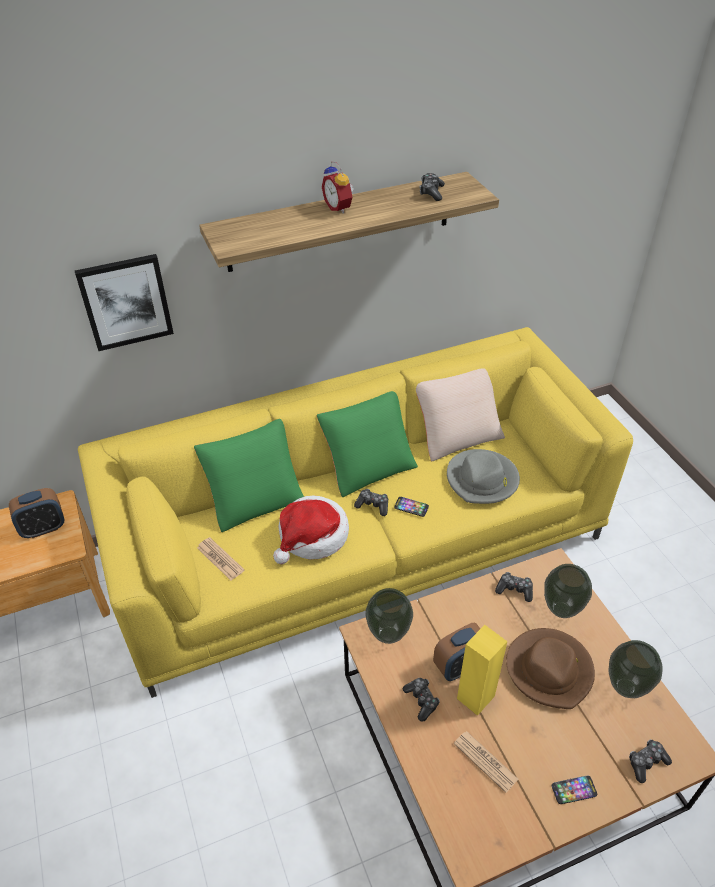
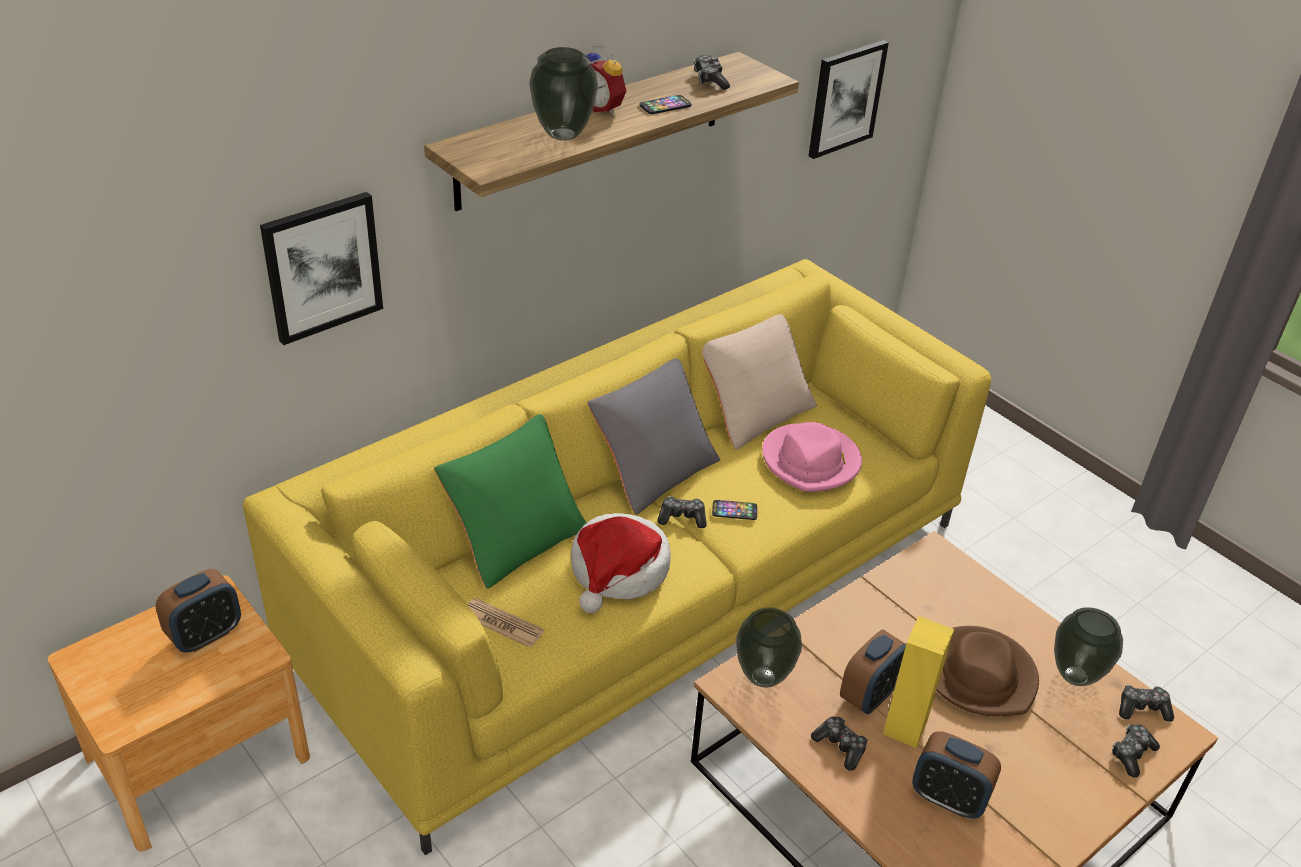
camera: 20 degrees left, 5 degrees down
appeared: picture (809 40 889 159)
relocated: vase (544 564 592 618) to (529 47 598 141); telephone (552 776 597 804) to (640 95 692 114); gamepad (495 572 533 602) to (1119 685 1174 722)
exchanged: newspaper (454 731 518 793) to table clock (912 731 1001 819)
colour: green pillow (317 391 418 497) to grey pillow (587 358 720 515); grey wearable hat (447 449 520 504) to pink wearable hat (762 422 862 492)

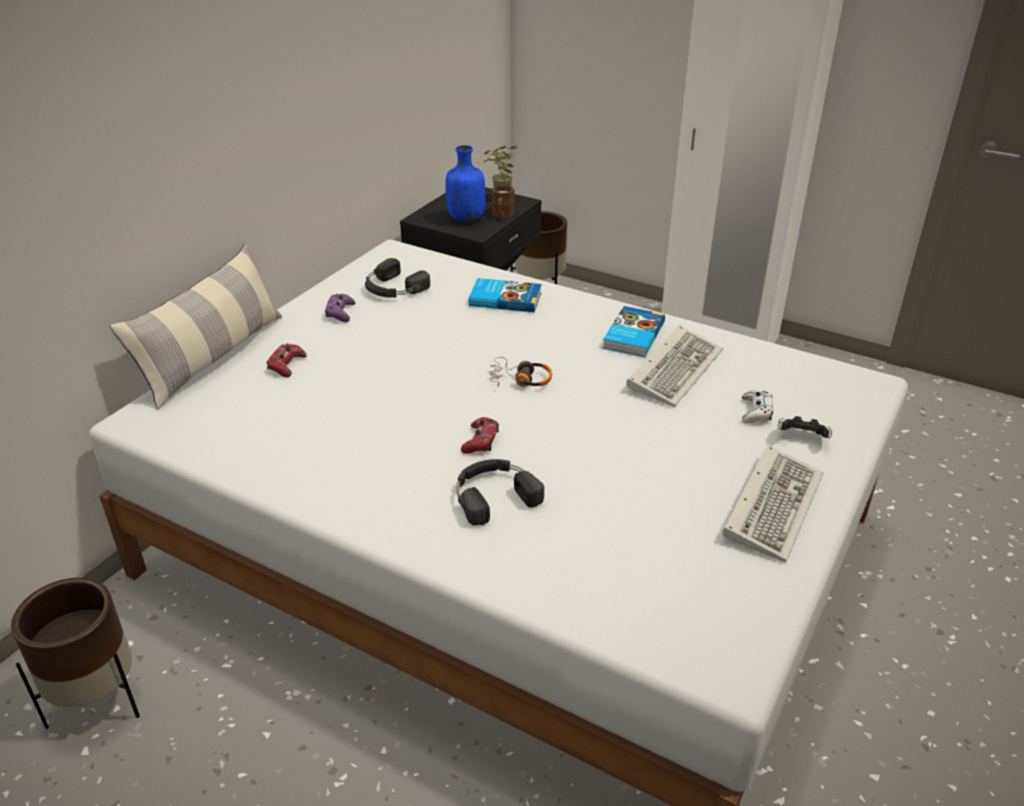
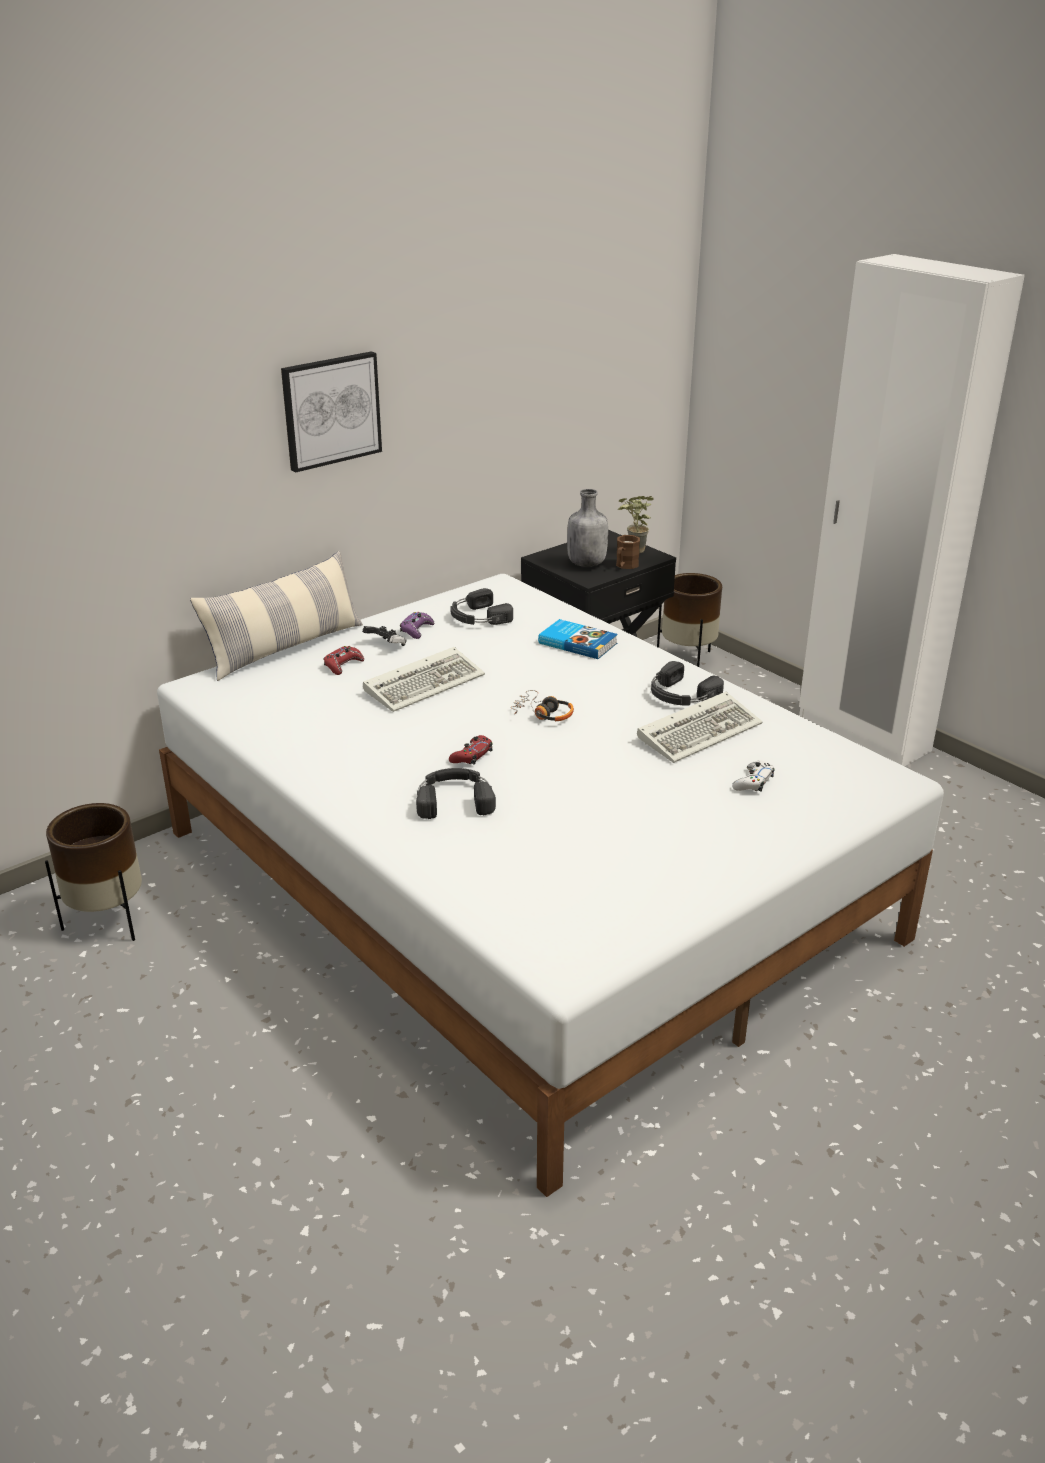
camera: 20 degrees right, 5 degrees down
appeared: picture (281 351 382 473)
relocated: gamepad (778 416 832 438) to (362 626 407 646); computer keyboard (722 444 823 562) to (363 647 485 712)
exchanged: bound book (603 306 665 357) to blackish headset (651 661 724 705)
colour: blue-coloured drink bottle (445 145 485 222) to grey drink bottle (567 489 608 567)

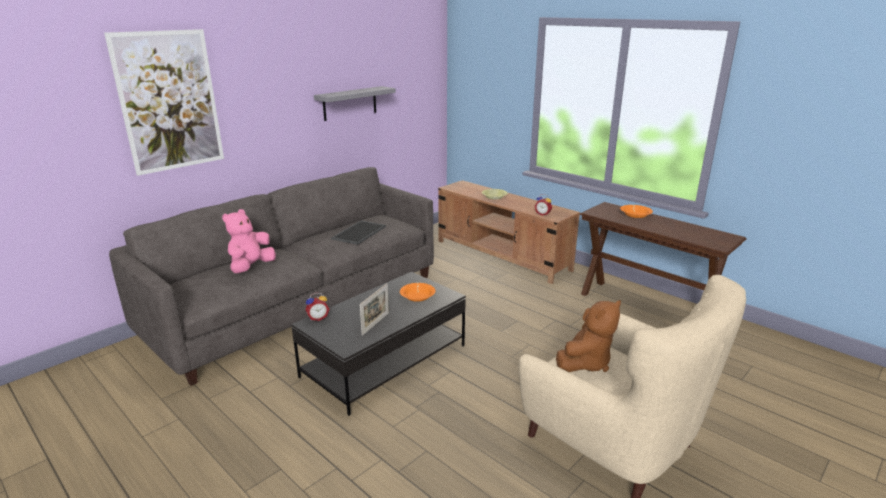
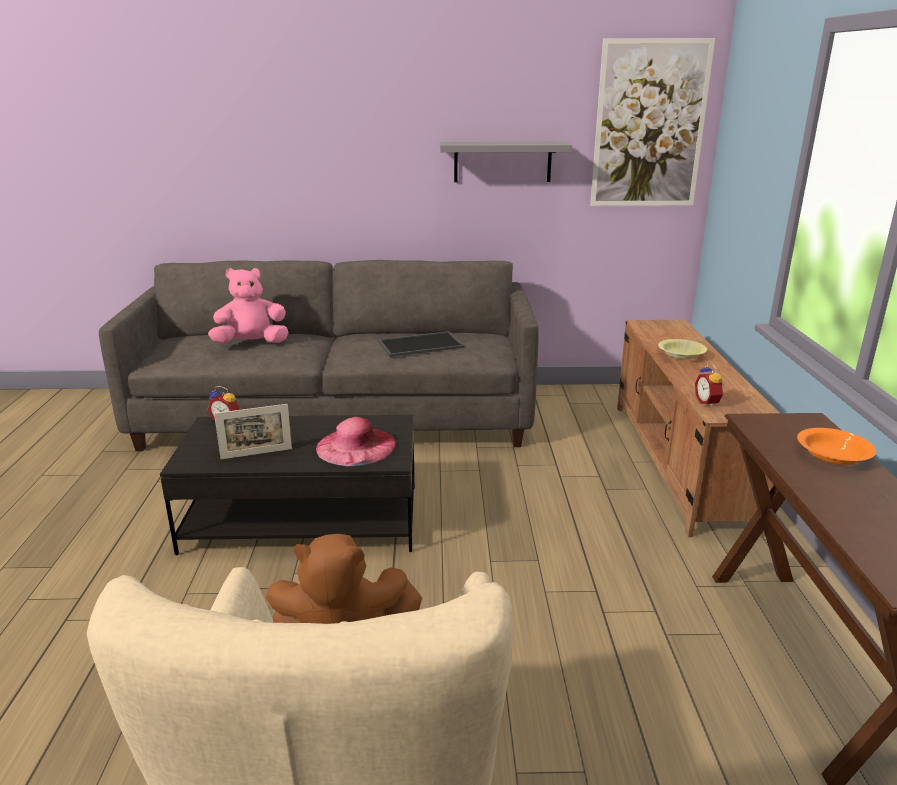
camera: 45 degrees right, 0 degrees up
relocated: picture (104 29 224 176) to (590 38 715 206)
exchanged: orangey bowl (400 283 436 302) to pink wearable hat (316 417 396 466)

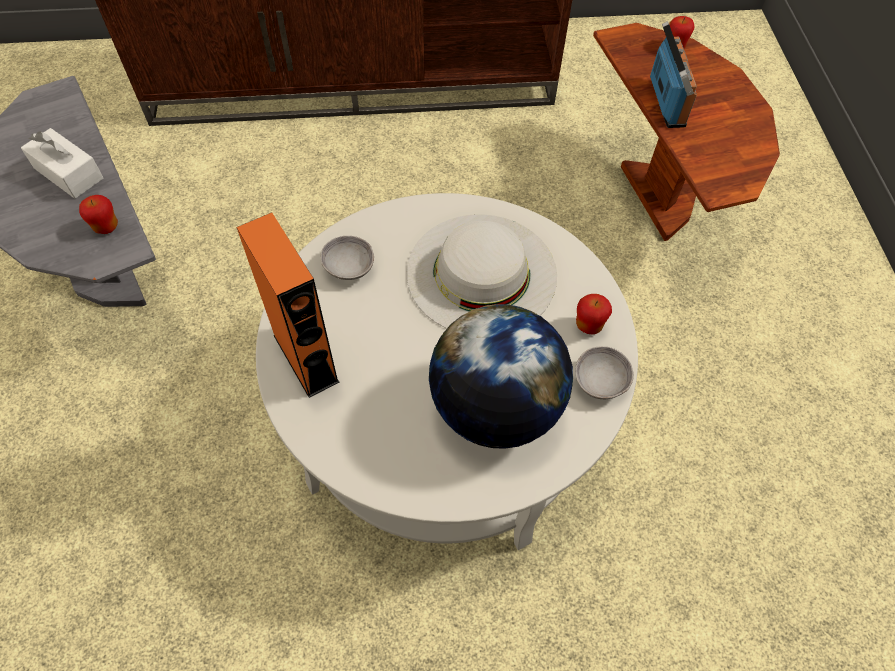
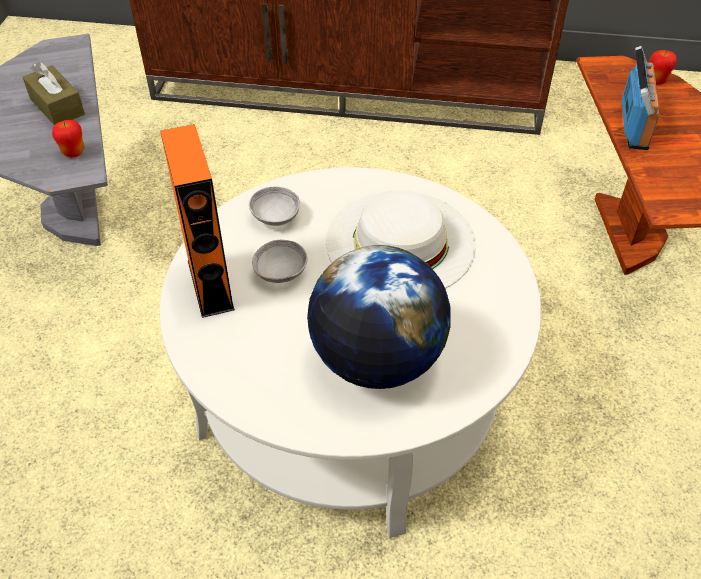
camera: 15 degrees right, 10 degrees down
missing: whole apple (576 294 612 335)
relocated: grey bowl (575 346 634 399) to (252 240 307 283)
colour: white tissue box (21 128 103 199) to brown tissue box (23 62 85 125)

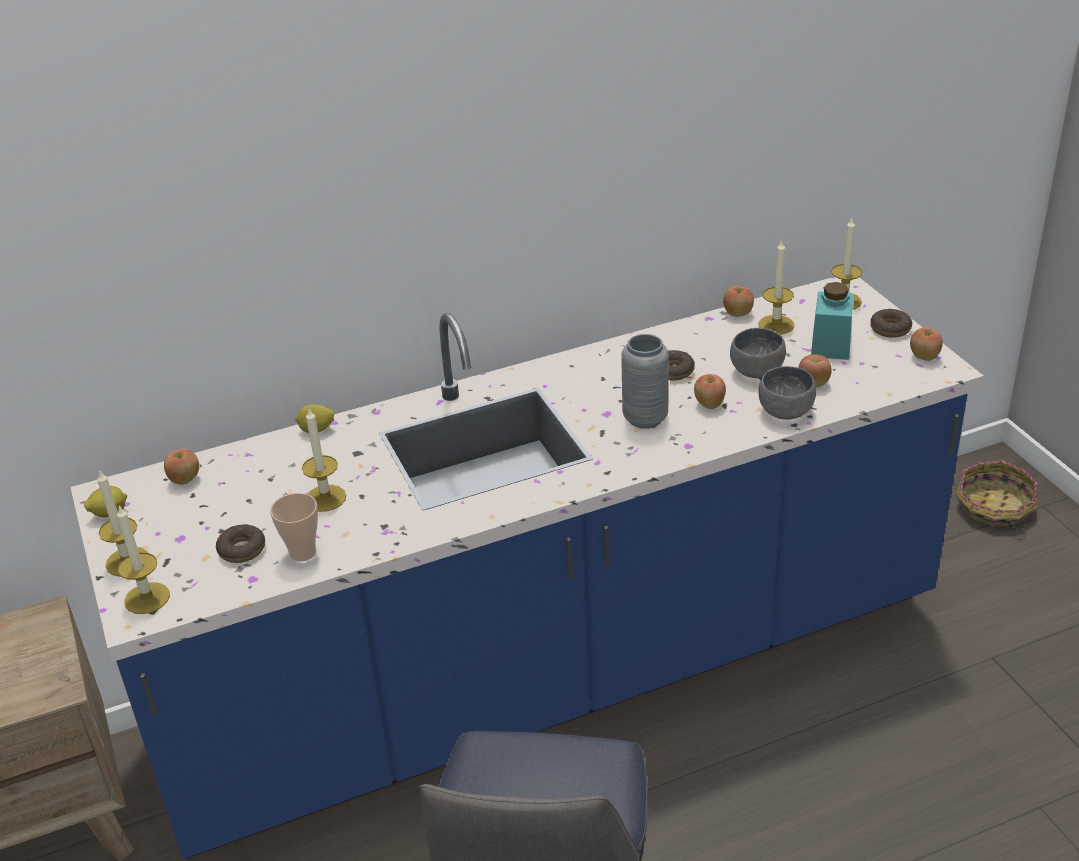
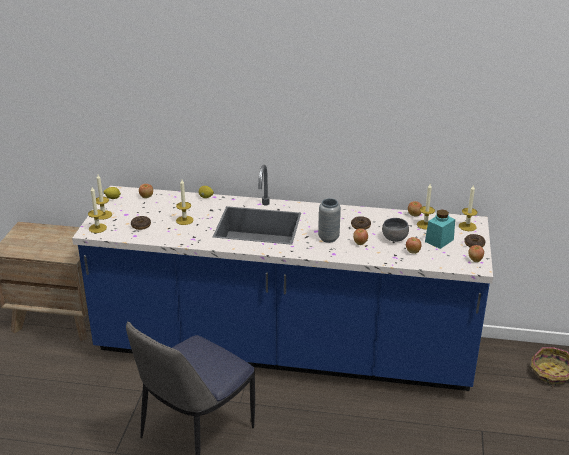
camera: 30 degrees right, 5 degrees down
missing: drinking cup (270 493 318 561); grey bowl (758 366 816 420)

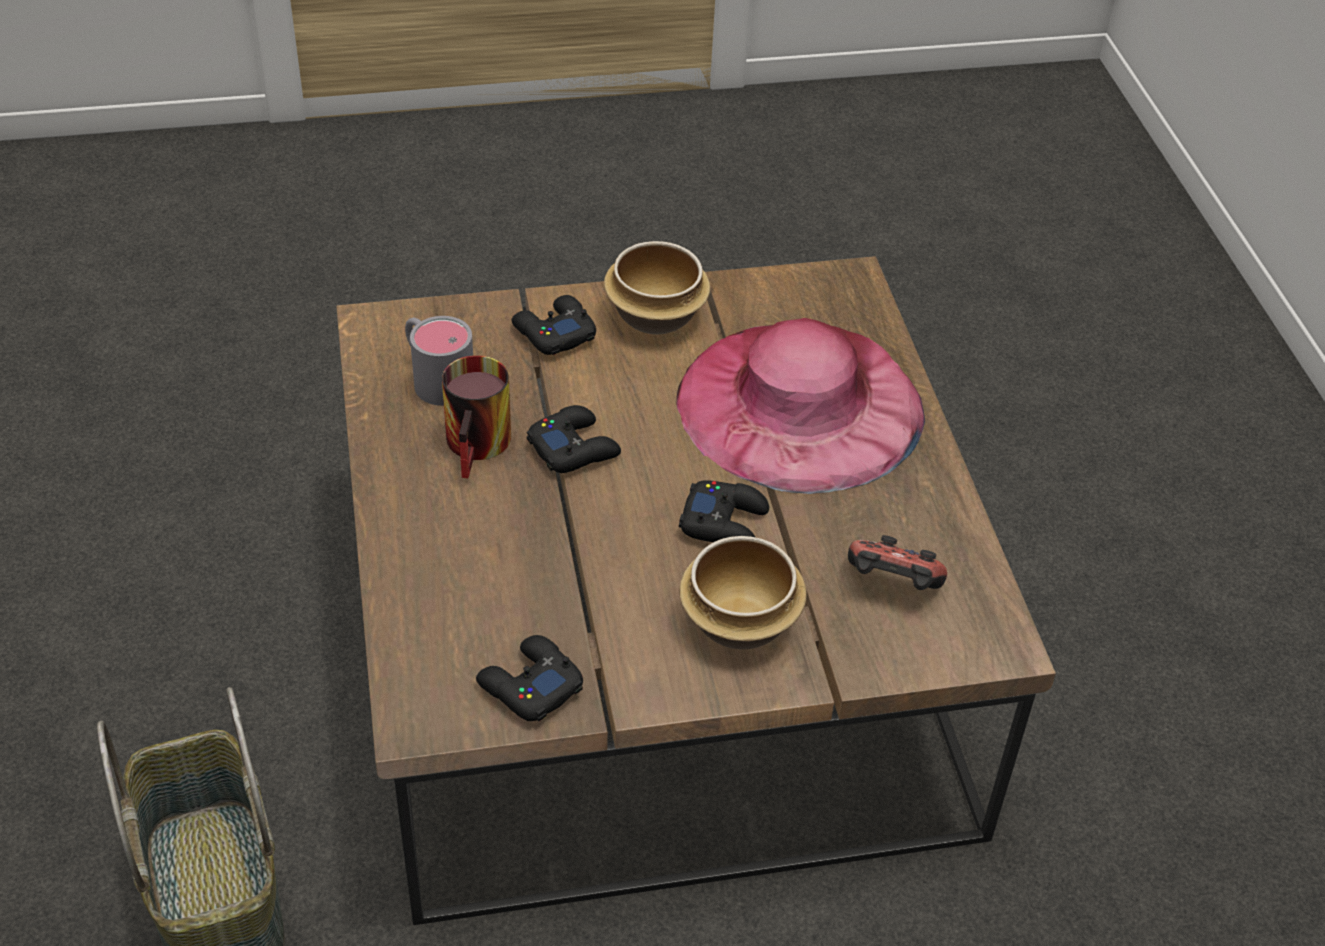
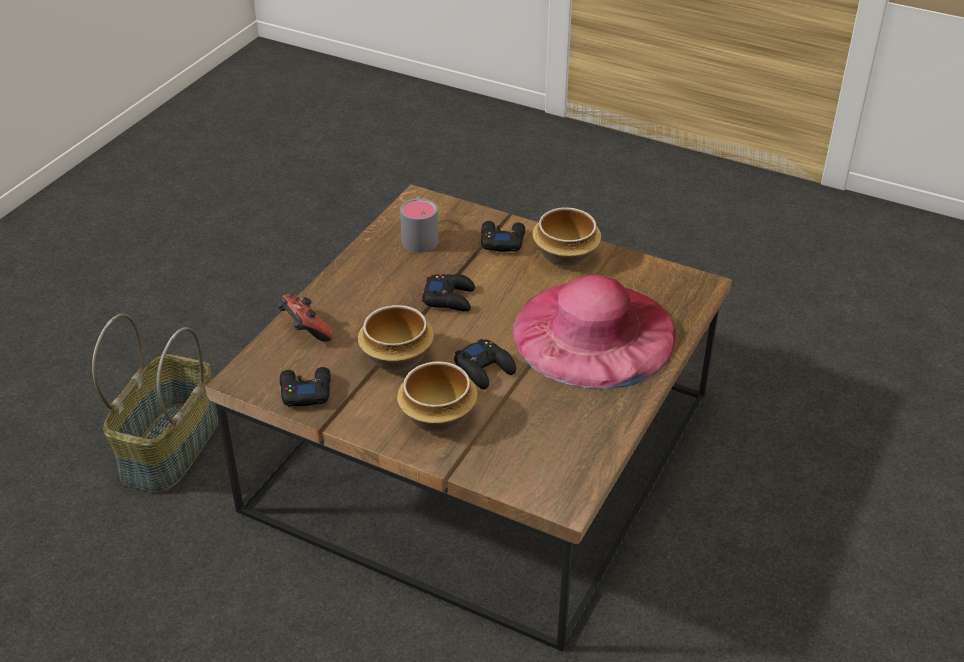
camera: 40 degrees right, 5 degrees down
missing: coffee mug (442 355 511 478)
appeared: bowl (358 305 434 371)
relocated: gamepad (848 535 947 590) to (278 294 333 342)

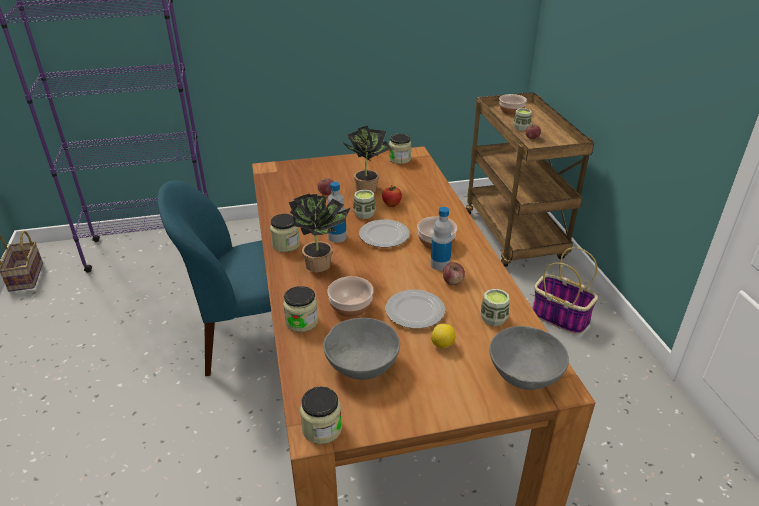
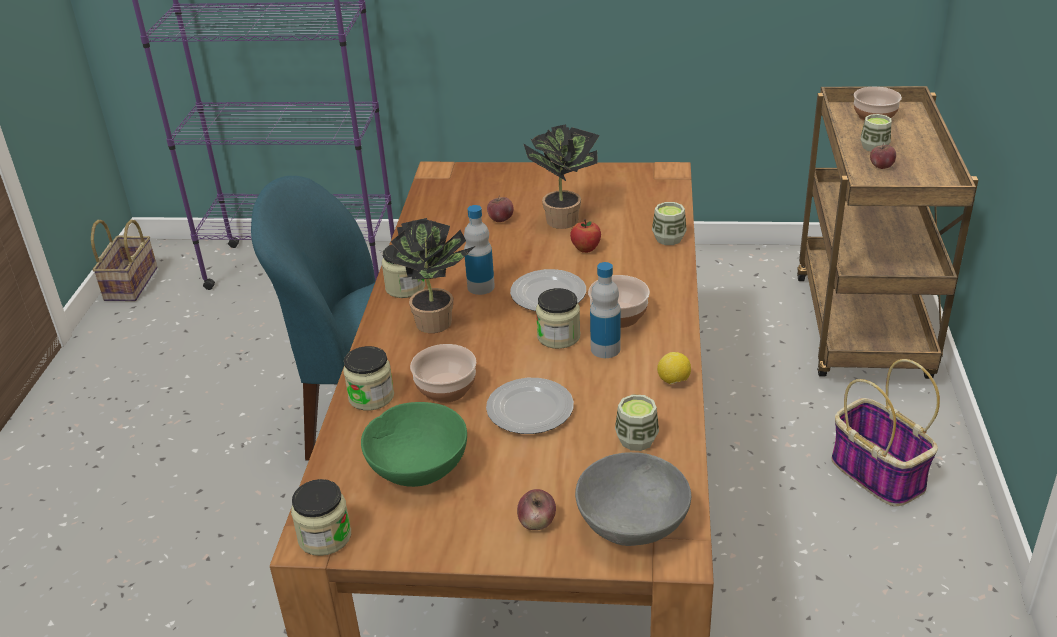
camera: 20 degrees right, 0 degrees up
relocated: whole apple (443 262 465 285) to (517 489 556 530); jar (389 134 411 164) to (536 288 580 349); drinking cup (353 190 376 219) to (652 202 686 245); citrus fruit (431 324 456 349) to (657 352 691 384)
colour: grey bowl (323 318 400 380) to green bowl (361 402 467 487)

